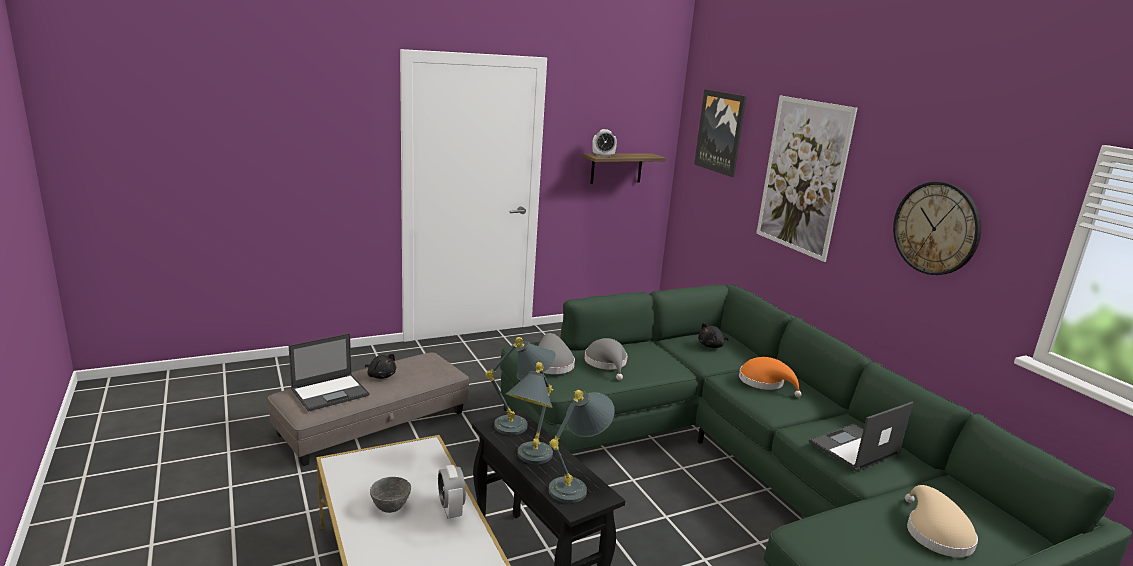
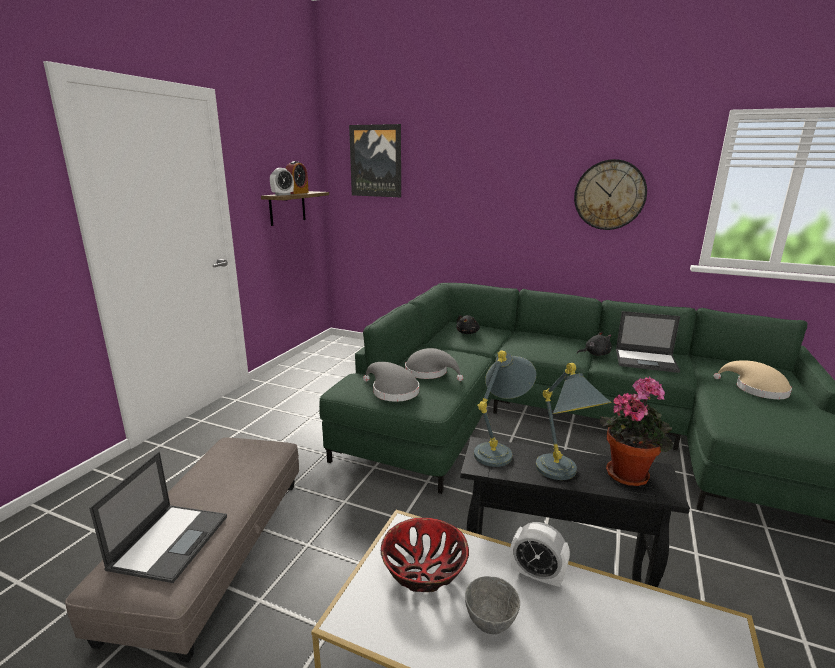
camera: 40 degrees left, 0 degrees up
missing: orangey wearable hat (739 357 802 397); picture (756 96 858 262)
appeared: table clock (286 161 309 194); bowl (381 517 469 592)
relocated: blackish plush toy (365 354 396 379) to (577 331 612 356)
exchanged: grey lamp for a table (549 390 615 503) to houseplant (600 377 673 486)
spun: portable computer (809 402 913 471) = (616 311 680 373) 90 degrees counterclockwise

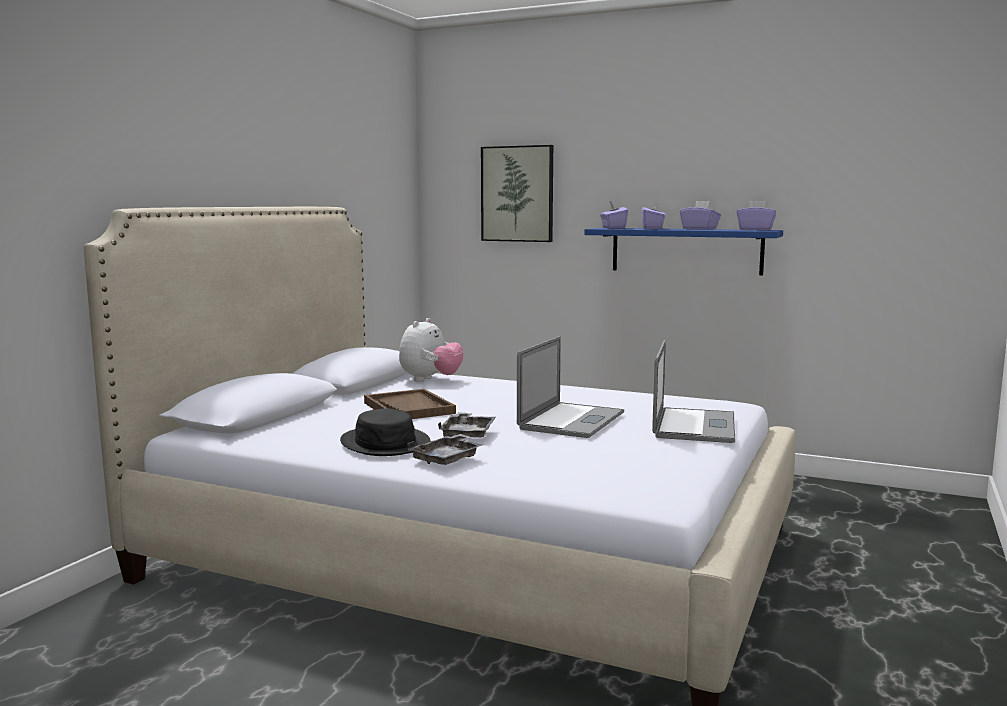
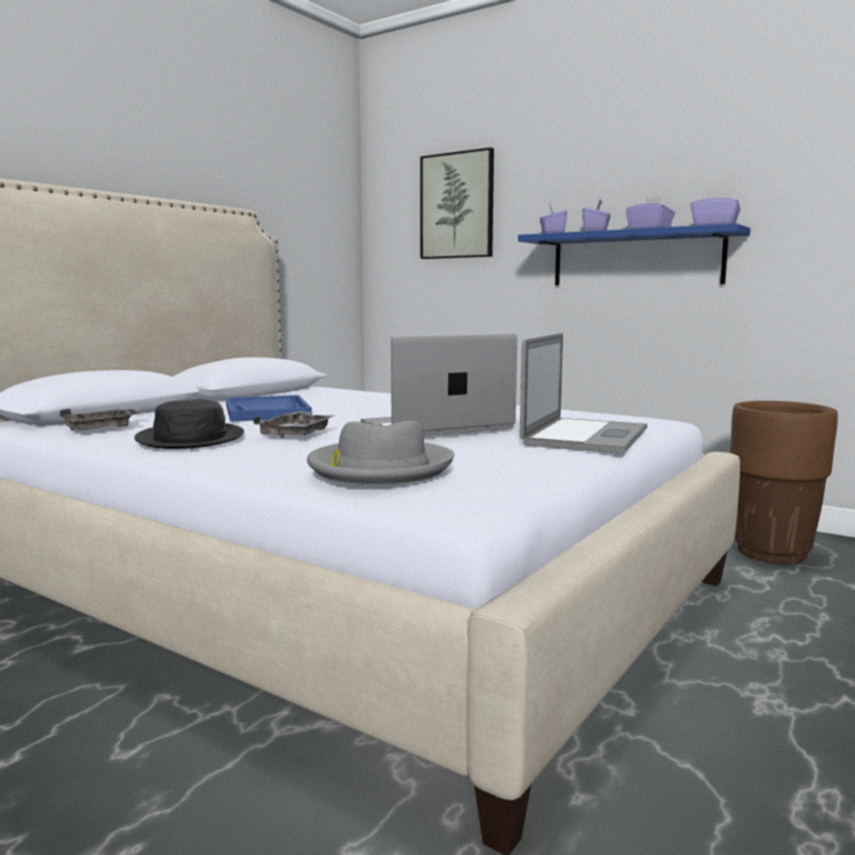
camera: 10 degrees right, 0 degrees up
missing: plush toy (399 318 464 382)
appeared: grey wearable hat (307 421 455 485); brown plant pot (730 401 838 564)
relocated: grey serving tray (407 434 483 465) to (60 408 141 431)
colour: brown serving tray (364 389 456 419) to blue-coloured serving tray (226 395 312 422)
spun: portable computer (517 336 624 438) = (360 334 517 436) 150 degrees counterclockwise

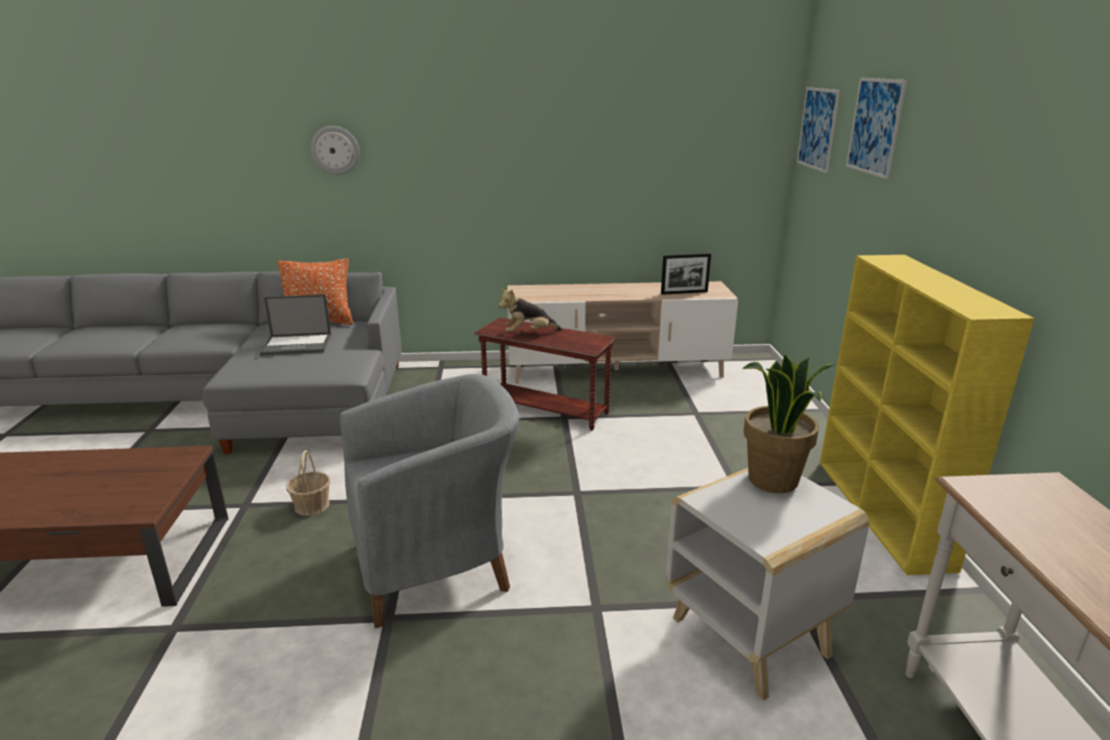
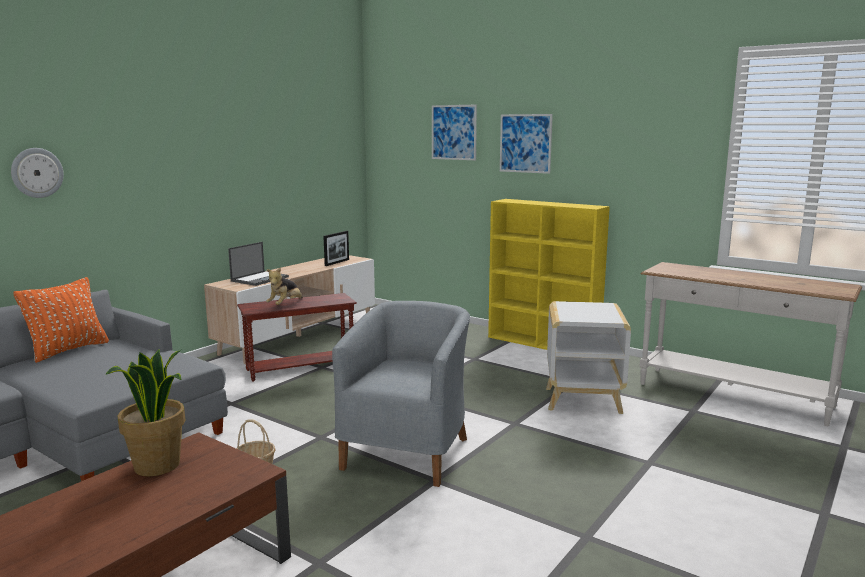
camera: 50 degrees left, 10 degrees down
relocated: houseplant (743 355 835 493) to (106 349 185 476); portable computer (260 294 331 356) to (228 242 289 286); picture (797 87 840 173) to (500 114 553 174)

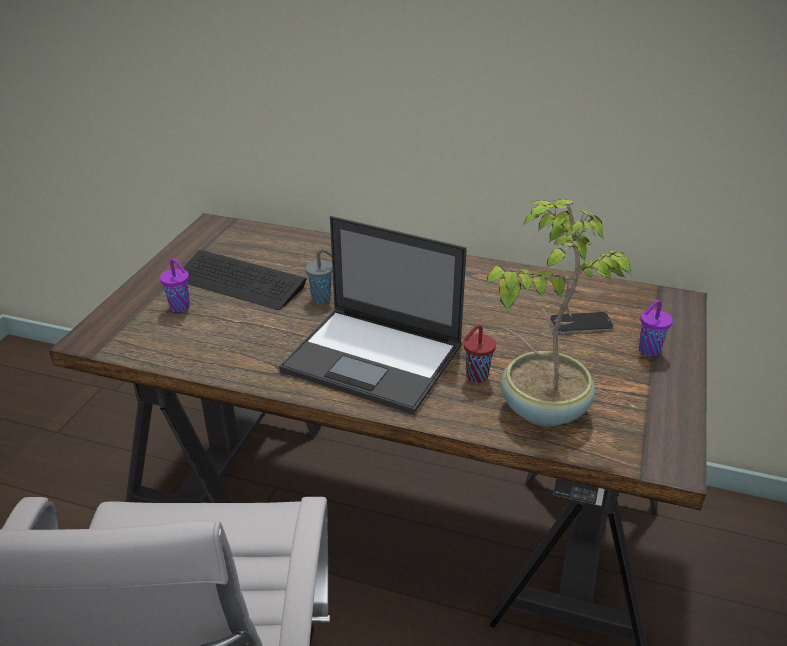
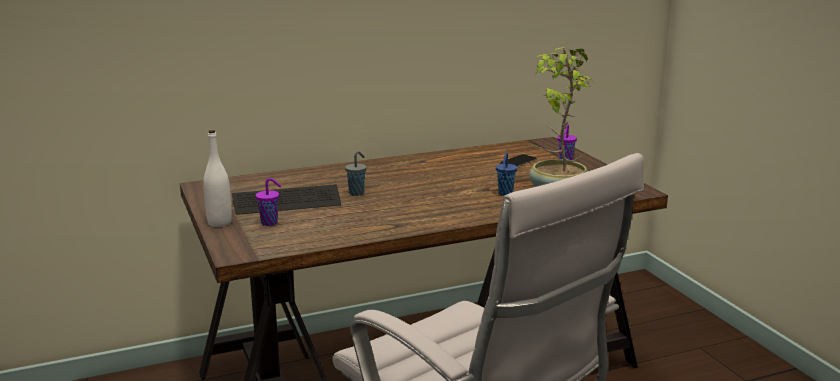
camera: 40 degrees left, 15 degrees down
missing: portable computer (279 216 467 415)
appeared: white drink bottle (203 130 232 227)
colour: reddish drinking cup (464 324 496 383) to blue-coloured drinking cup (496 153 517 196)

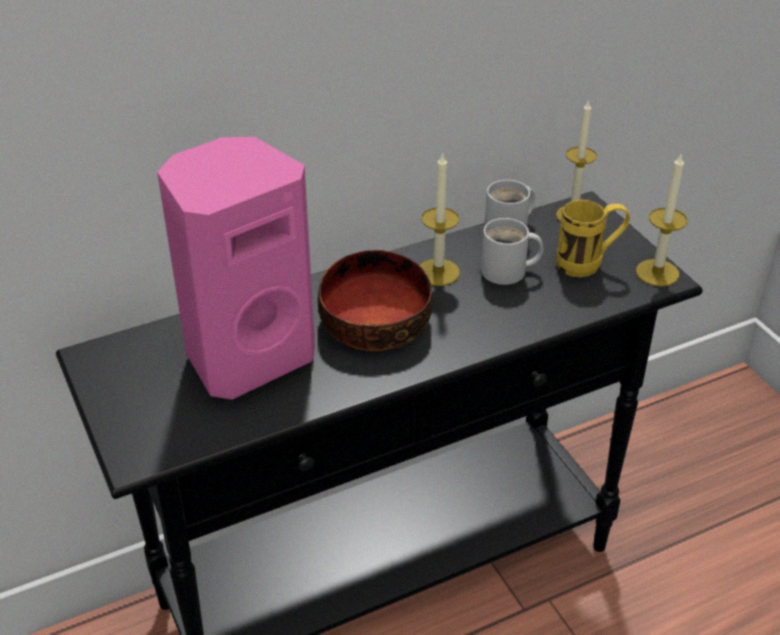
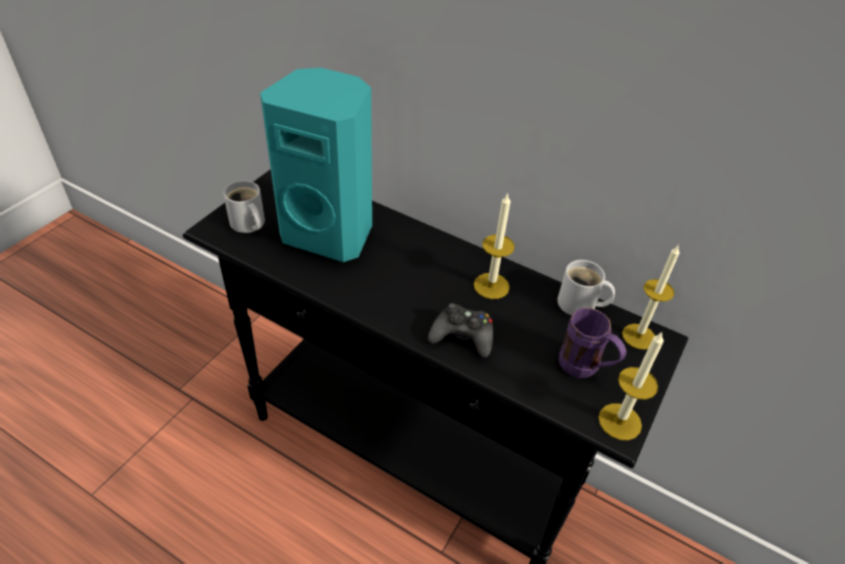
camera: 55 degrees right, 5 degrees up
missing: bowl (318 250 432 351)
appeared: blackish gamepad (428 303 493 358)
relocated: white coffee mug (481 218 544 285) to (223 180 265 233)
colour: pink loudspeaker (157 137 315 400) to turquoise loudspeaker (260 68 372 262); yellow coffee mug (557 199 630 277) to purple coffee mug (559 308 626 378)

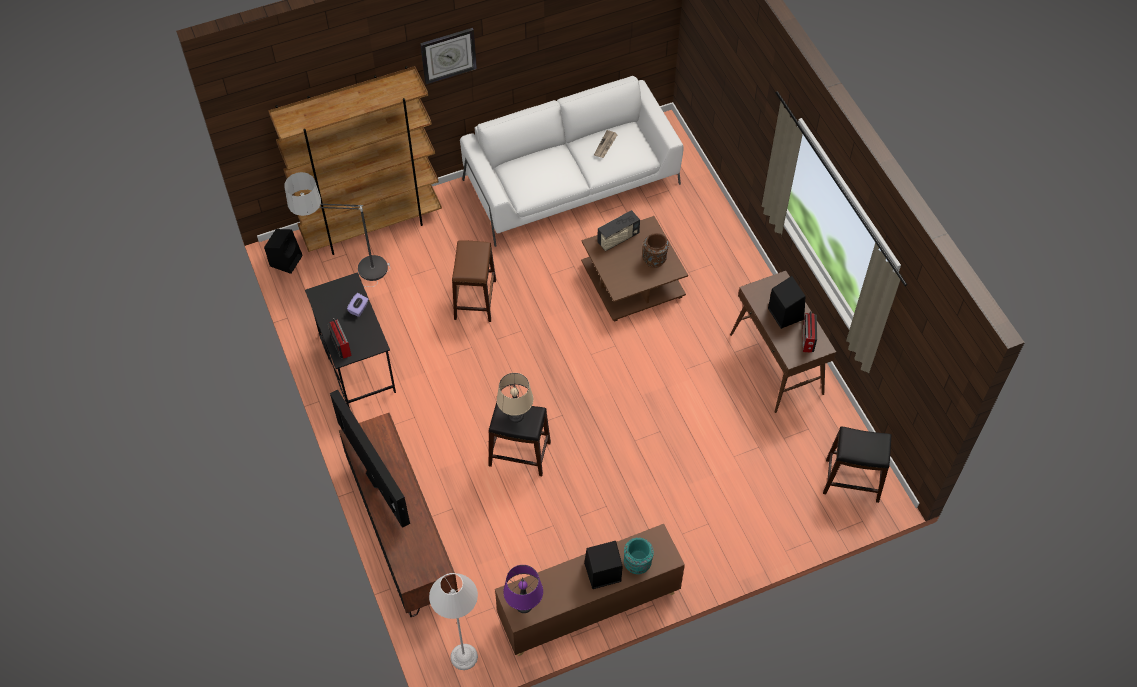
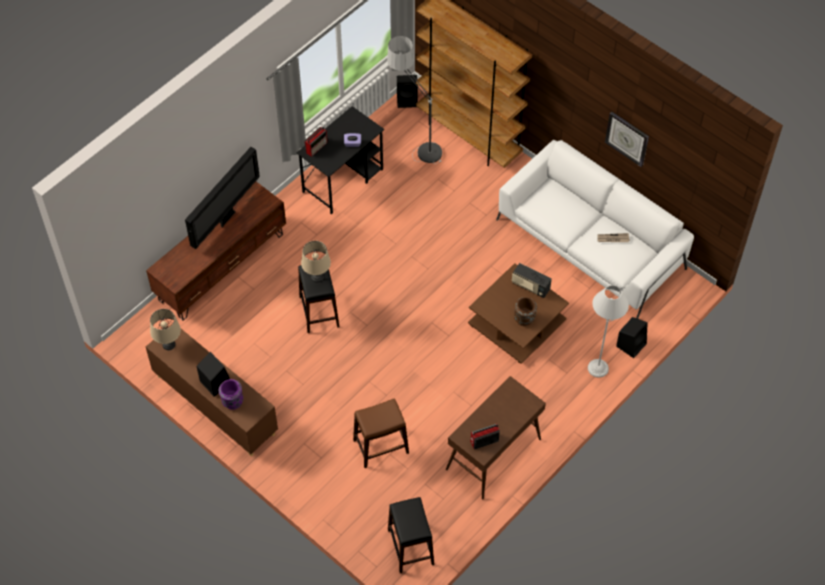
camera: 65 degrees right, 0 degrees up
relocated: brown stool (452 241 496 322) to (353 398 409 468); grey floor lamp (429 573 478 670) to (588 285 629 378); clock on the wall (420 28 477 84) to (605 111 649 167); blackish loudspeaker (768 276 805 329) to (616 317 648 358)
colour: purple lamp for a table (503 565 543 613) to sand-coloured lamp for a table (150 309 181 350); turquoise vase (624 537 654 574) to purple vase (219 379 243 410)

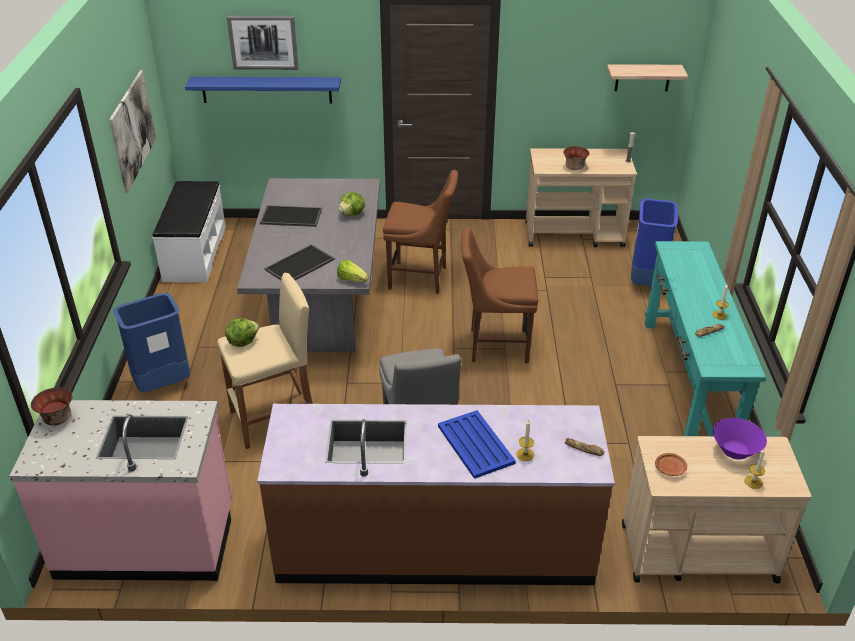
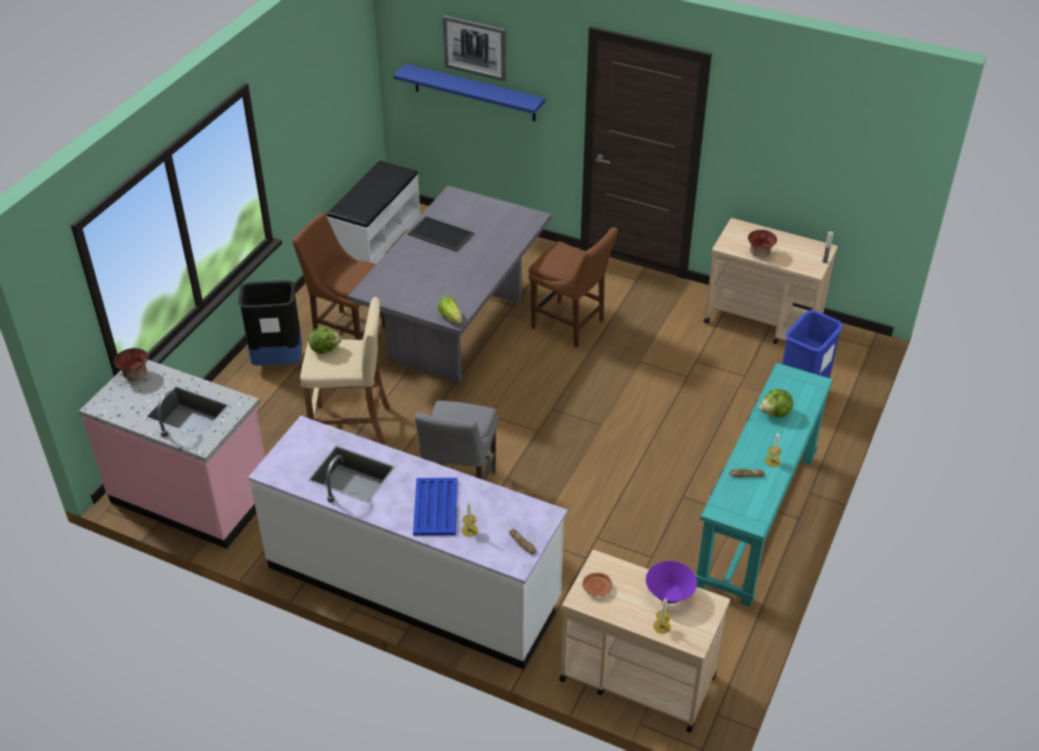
camera: 25 degrees right, 5 degrees up
missing: picture (109 70 156 193); serving tray (264 244 335 280); shelf (607 64 688 91)
relocated: brown chair (461 227 538 363) to (292 213 385 340); head of lettuce (338 192 365 216) to (759 389 793 417)
colour: blue-coloured trash can (113 293 190 392) to blackish trash can (238 280 302 366); brown kitchen base unit (257 404 615 585) to white kitchen base unit (248 416 568 669)

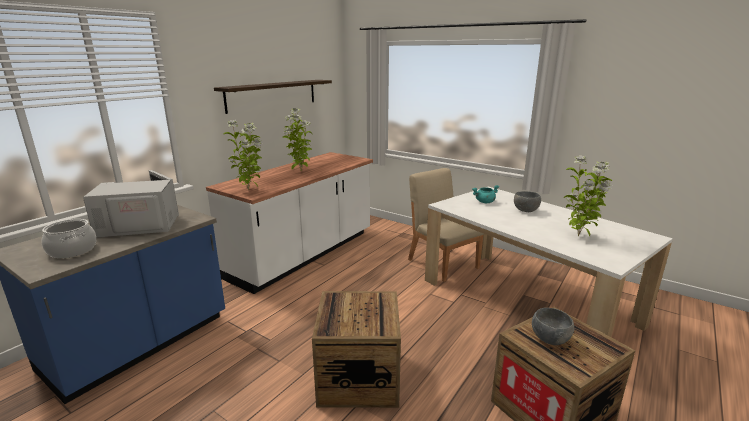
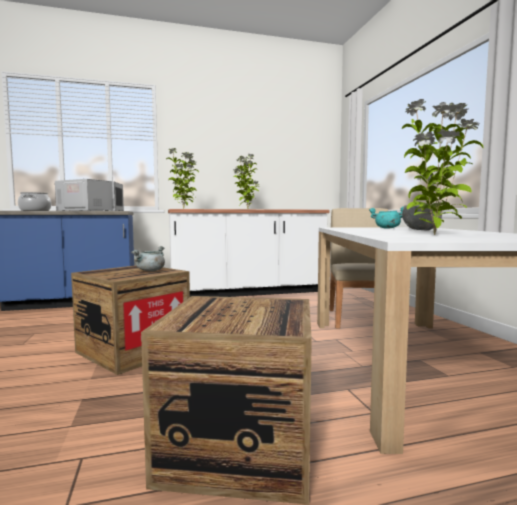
camera: 40 degrees right, 15 degrees down
missing: shelf (214 80 332 114); grey bowl (532 308 574 345)
appeared: grey cooking pot (131 246 165 272)

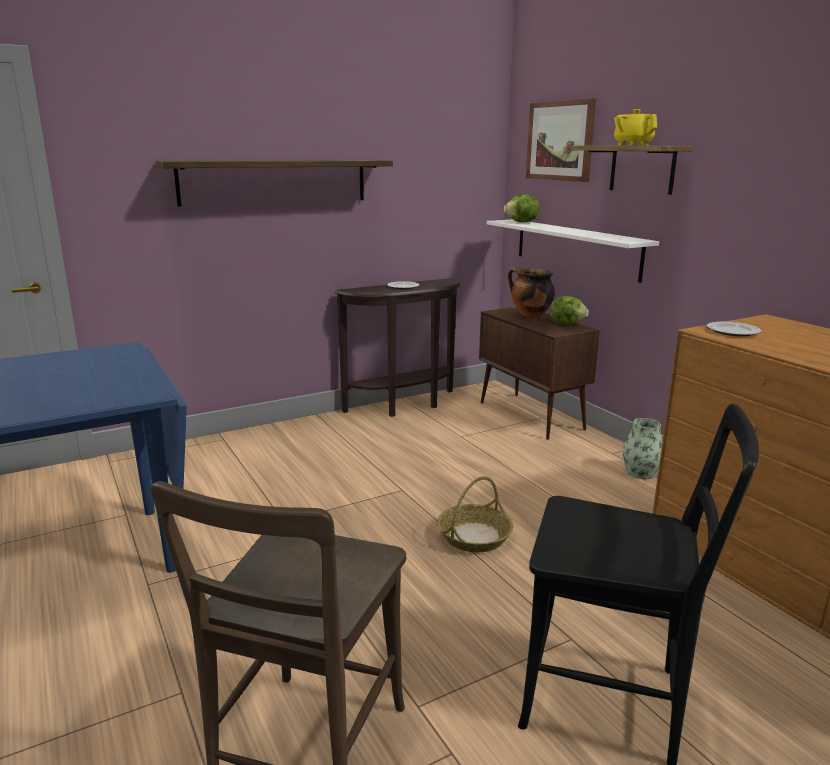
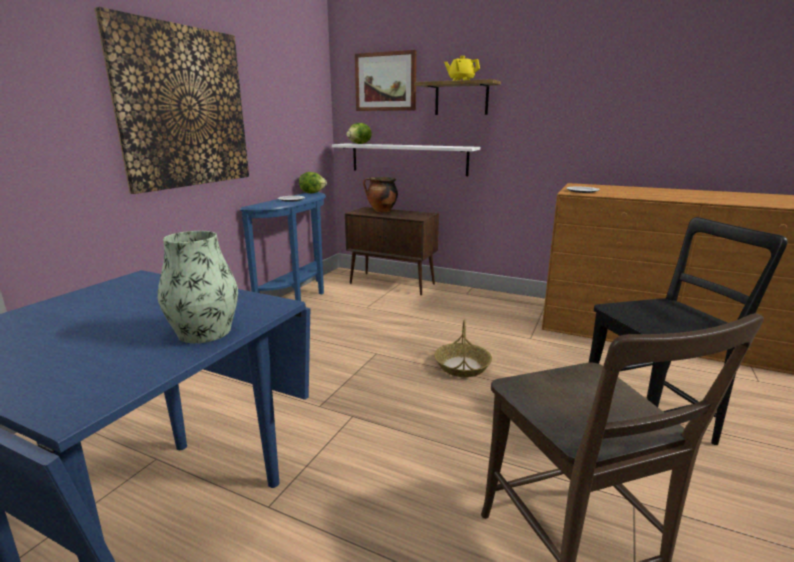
camera: 35 degrees left, 0 degrees up
relocated: vase (622 418 662 479) to (158 231 238 343); head of lettuce (550 295 589 325) to (299 172 327 193)
exchanged: shelf (155 160 393 207) to picture (94 7 249 194)
colour: brown hall table (335 278 461 417) to blue-coloured hall table (240 192 326 301)

